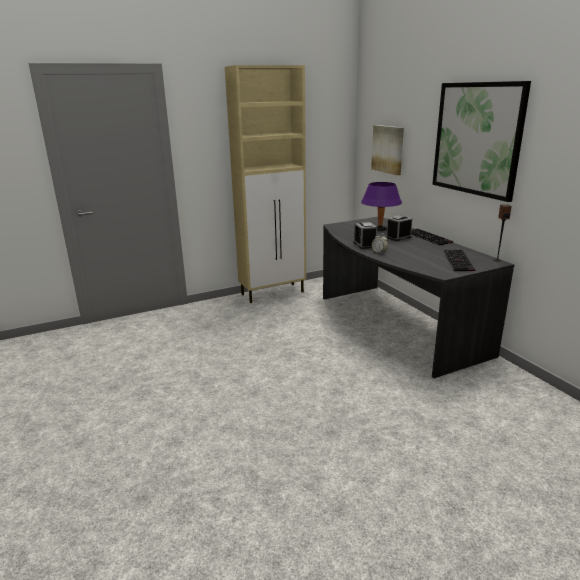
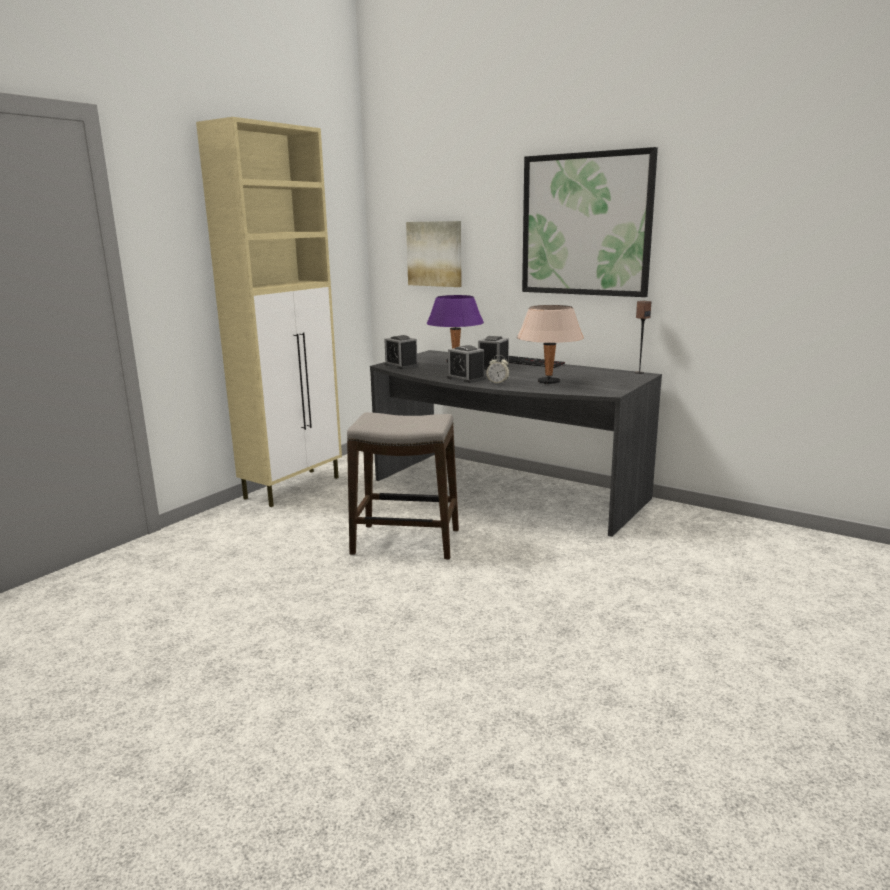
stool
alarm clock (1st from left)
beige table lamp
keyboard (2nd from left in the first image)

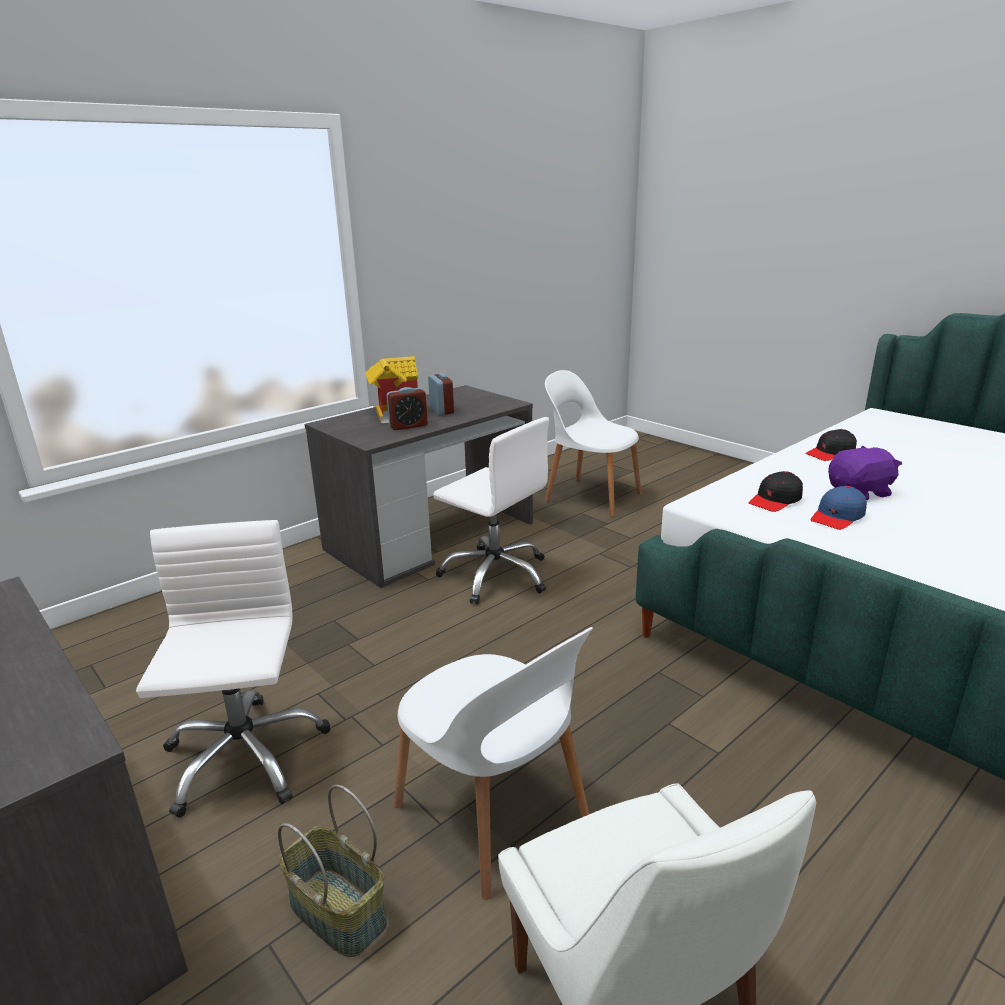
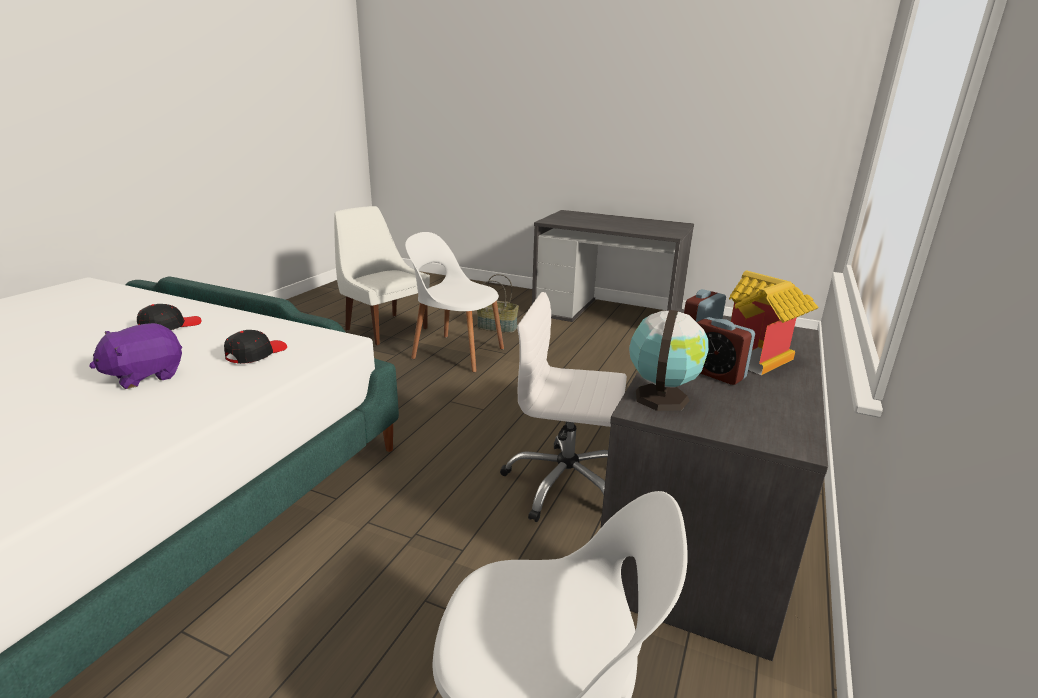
black cap (1st from left)
globe
white office chair (1st from left in the first image)
blue cap

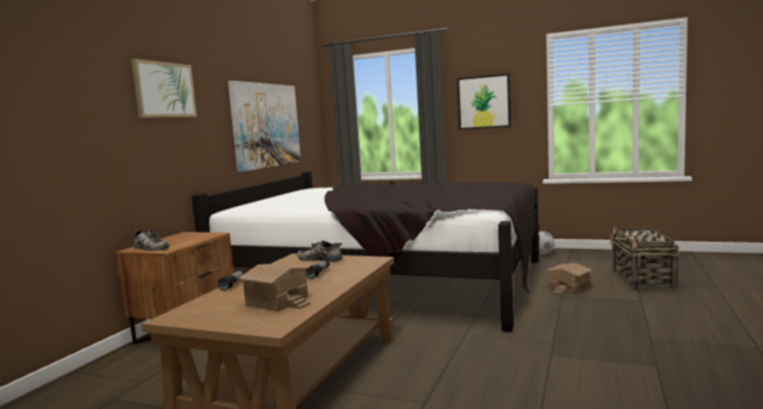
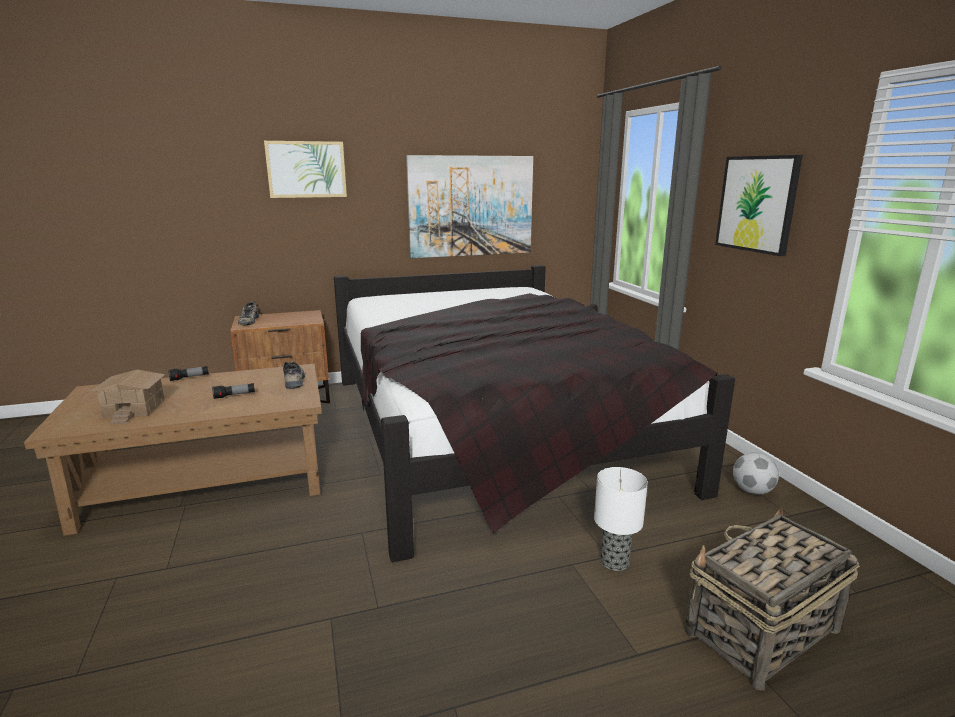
table lamp

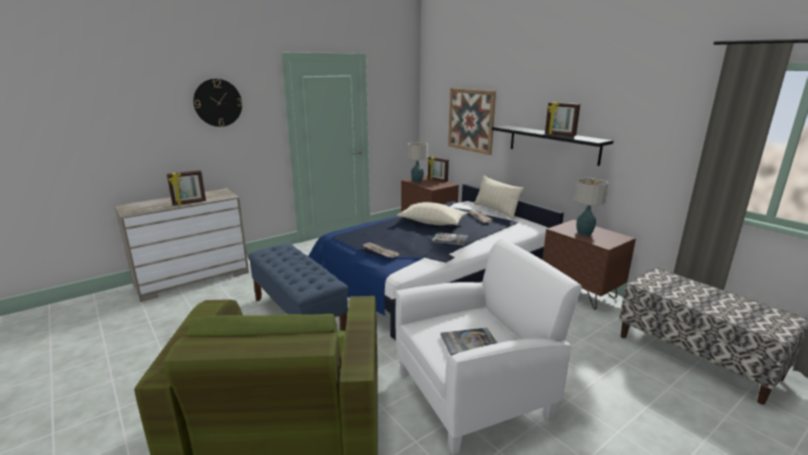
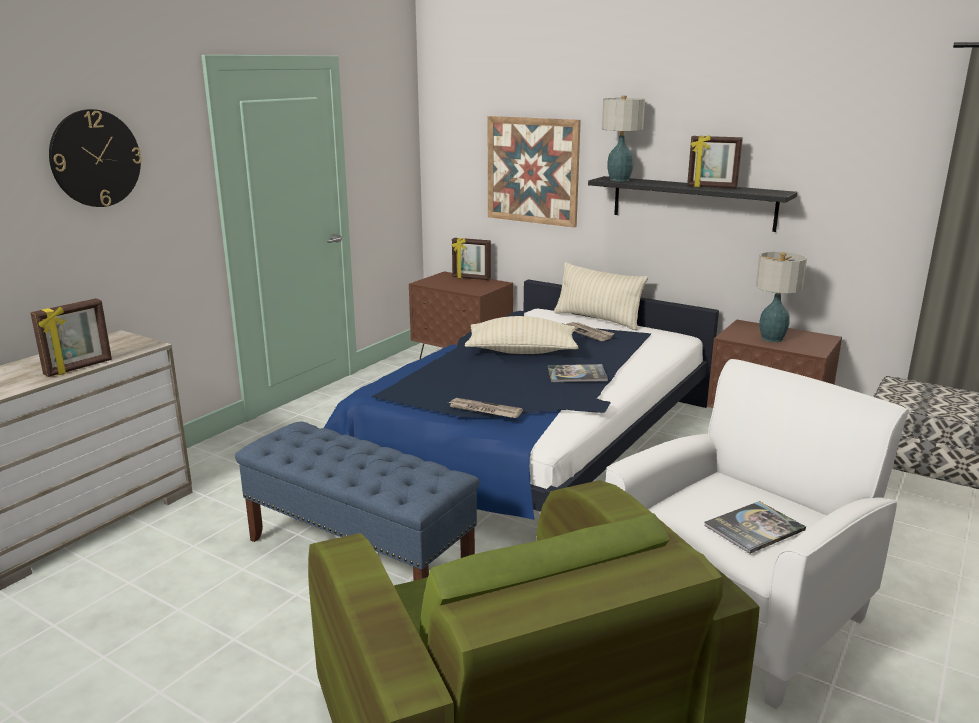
table lamp (1st from left)

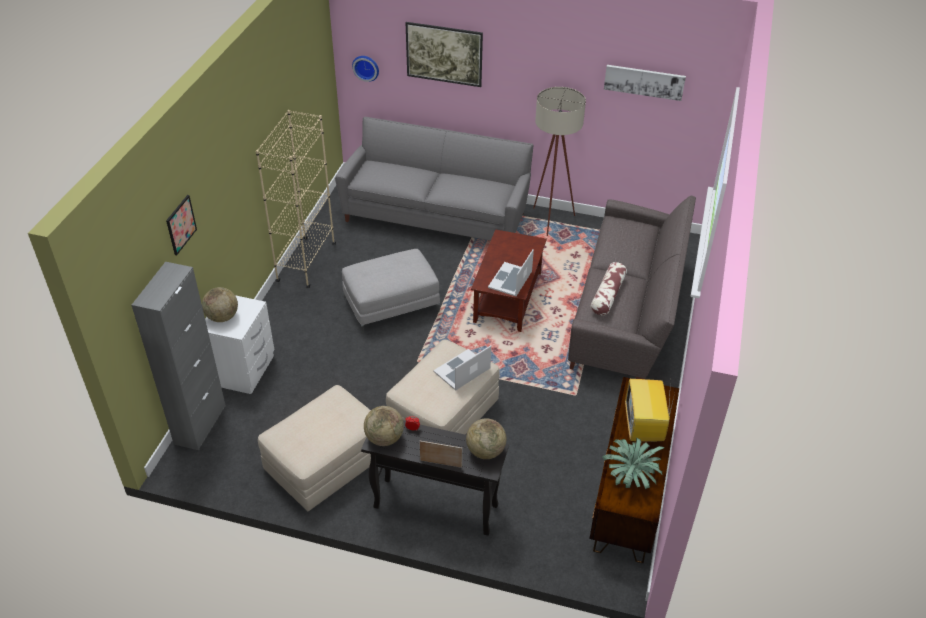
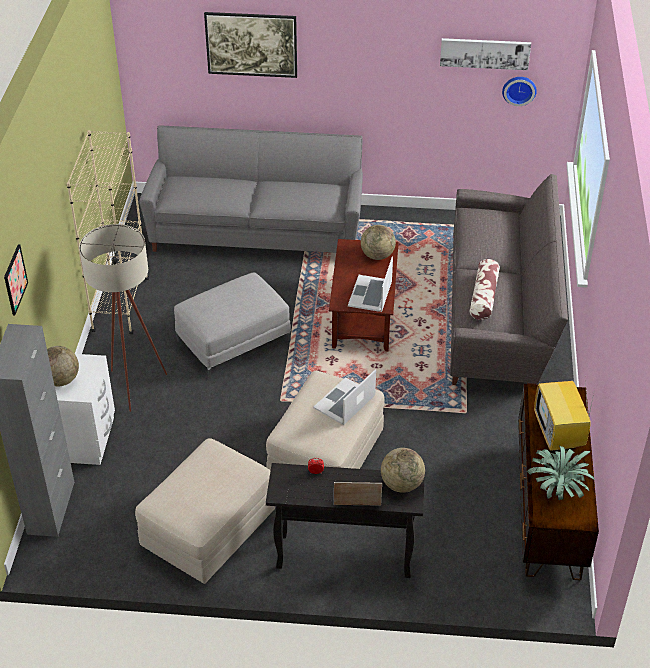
beige floor lamp
globe (2nd from left)
wall clock

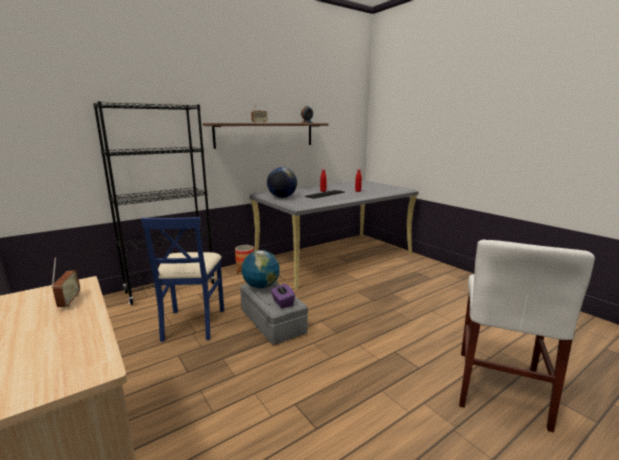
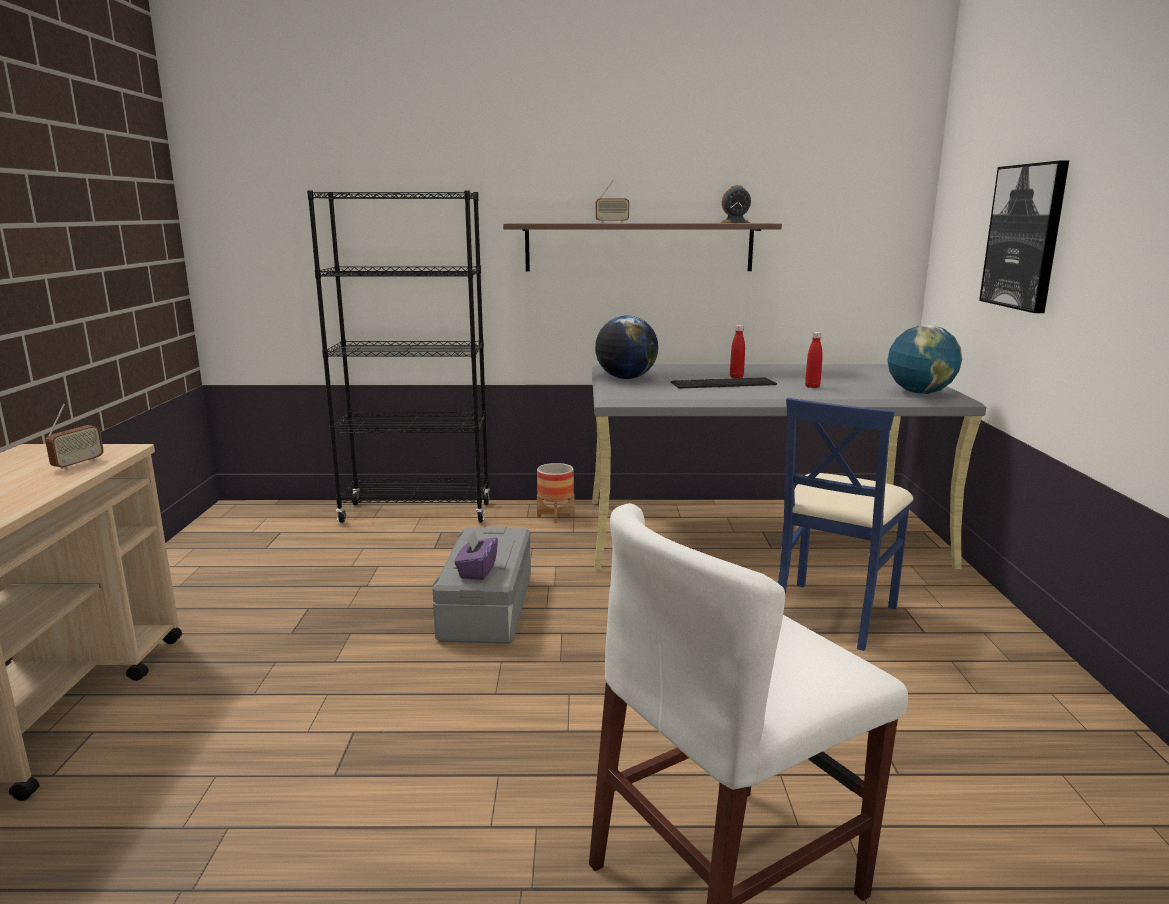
blue chair
globe (2nd from left)
picture

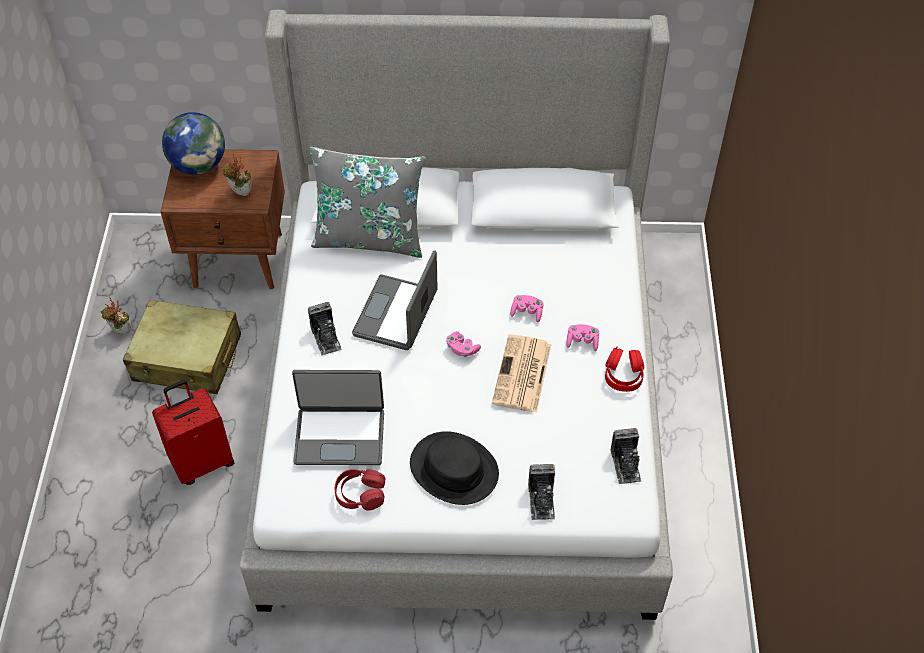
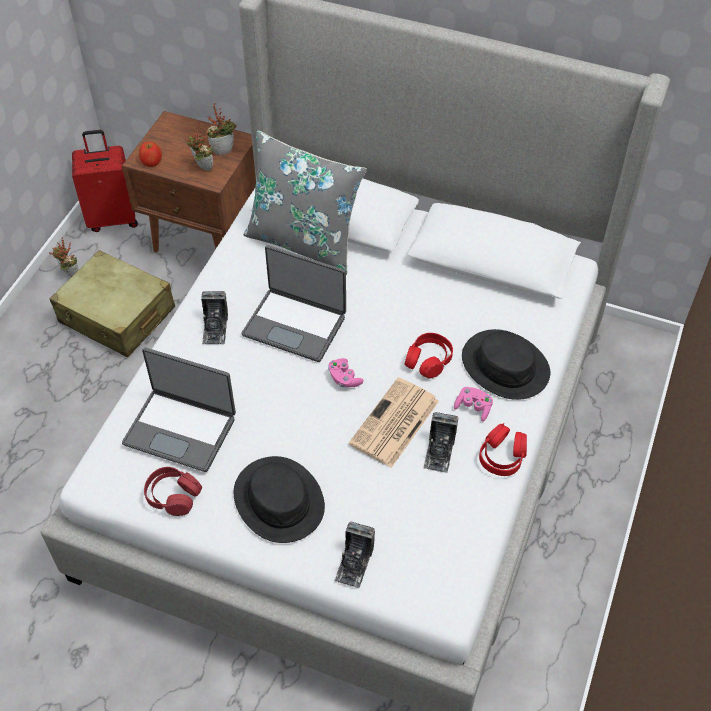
red suitcase
apple
potted plant (3rd from left)
laptop (2nd from left)
red headphones (2nd from left)
photo camera (3rd from left)
black hat (2nd from left)
globe

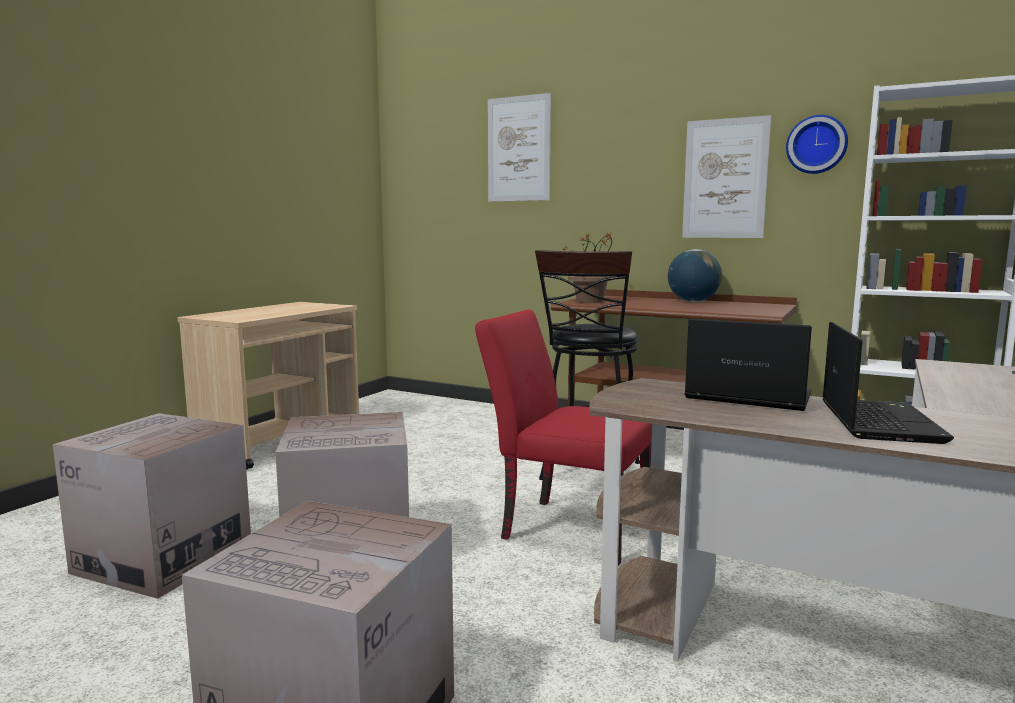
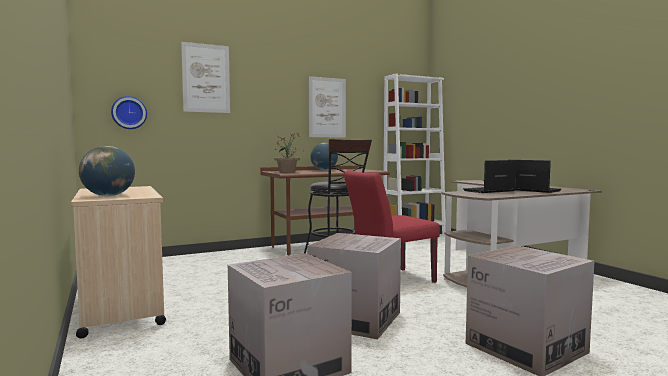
globe (1st from left)
wall clock

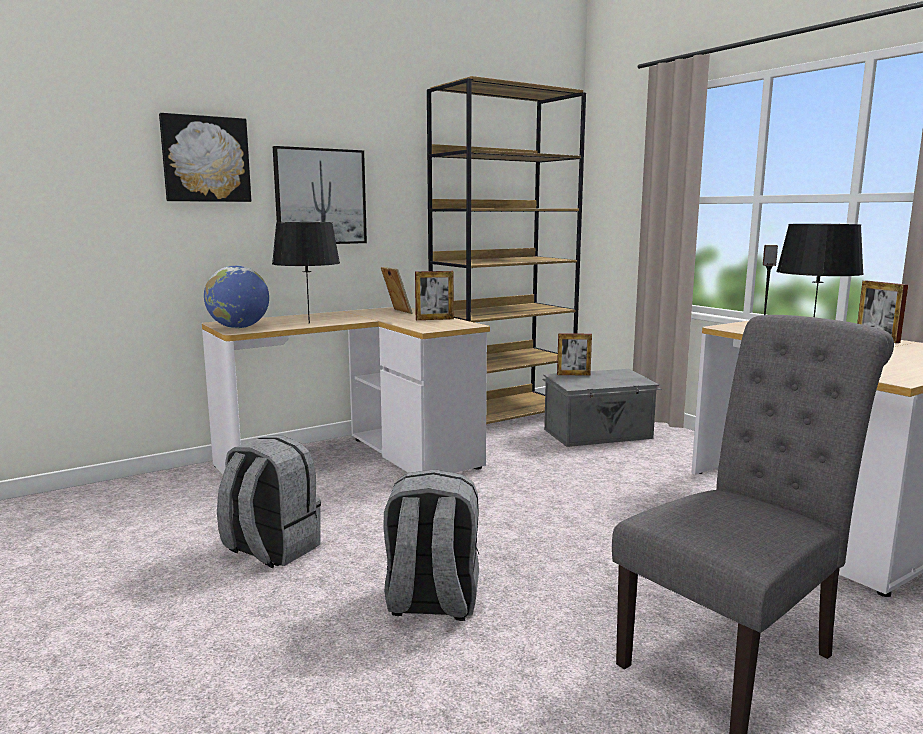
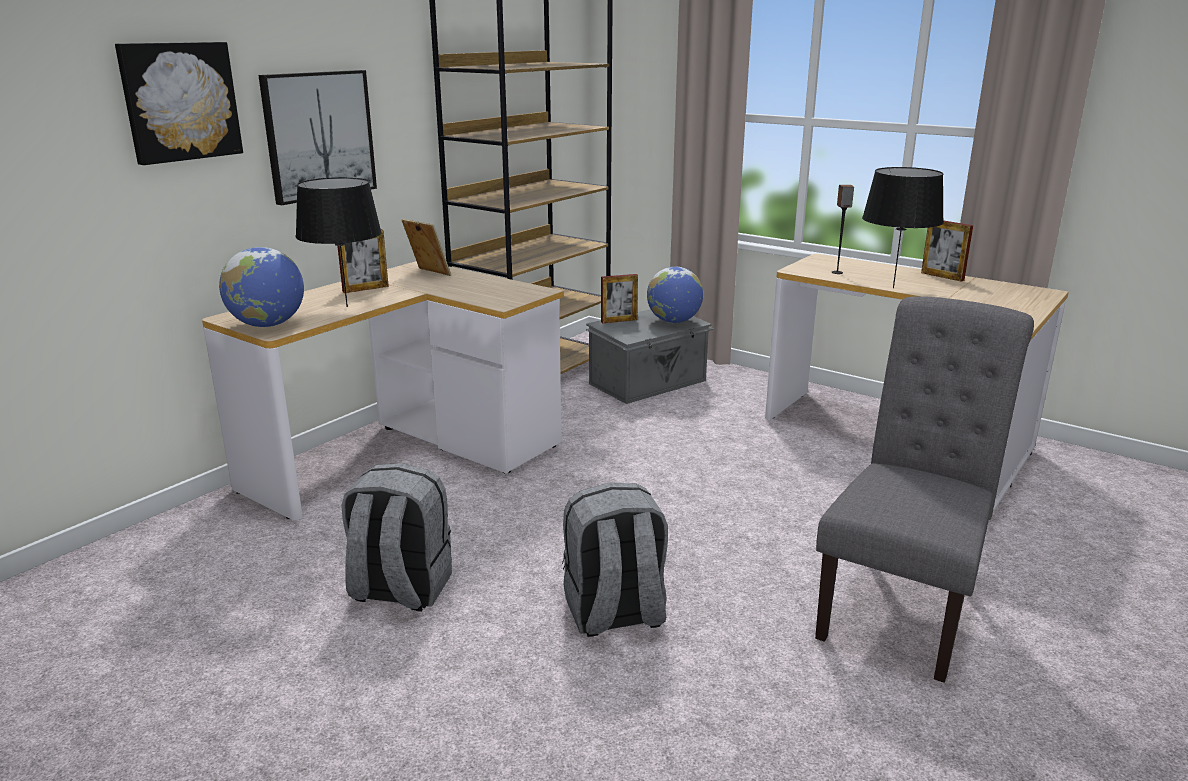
picture frame (1st from left)
globe (2nd from left)

